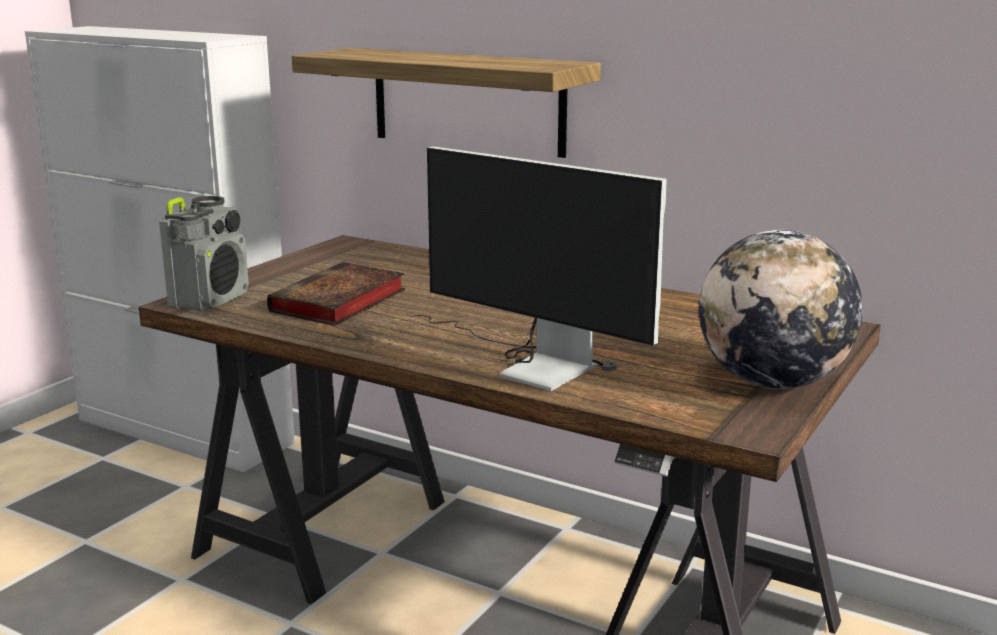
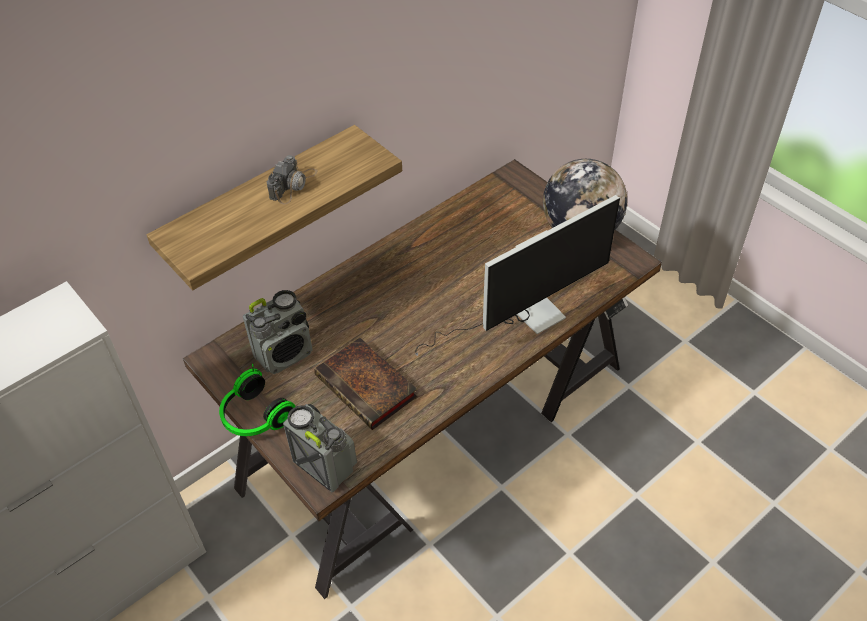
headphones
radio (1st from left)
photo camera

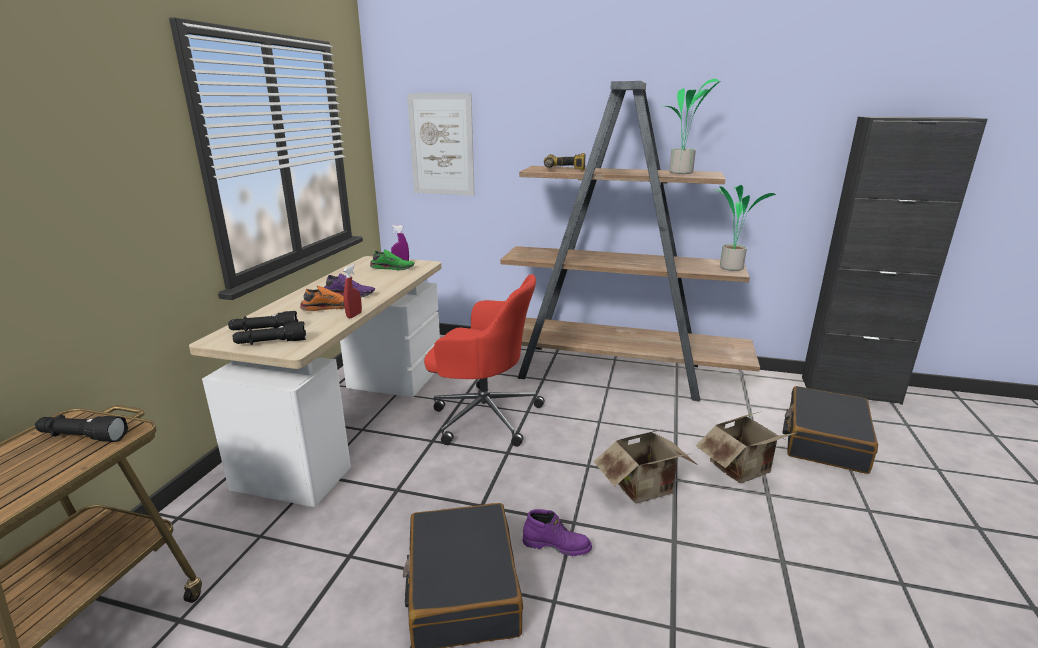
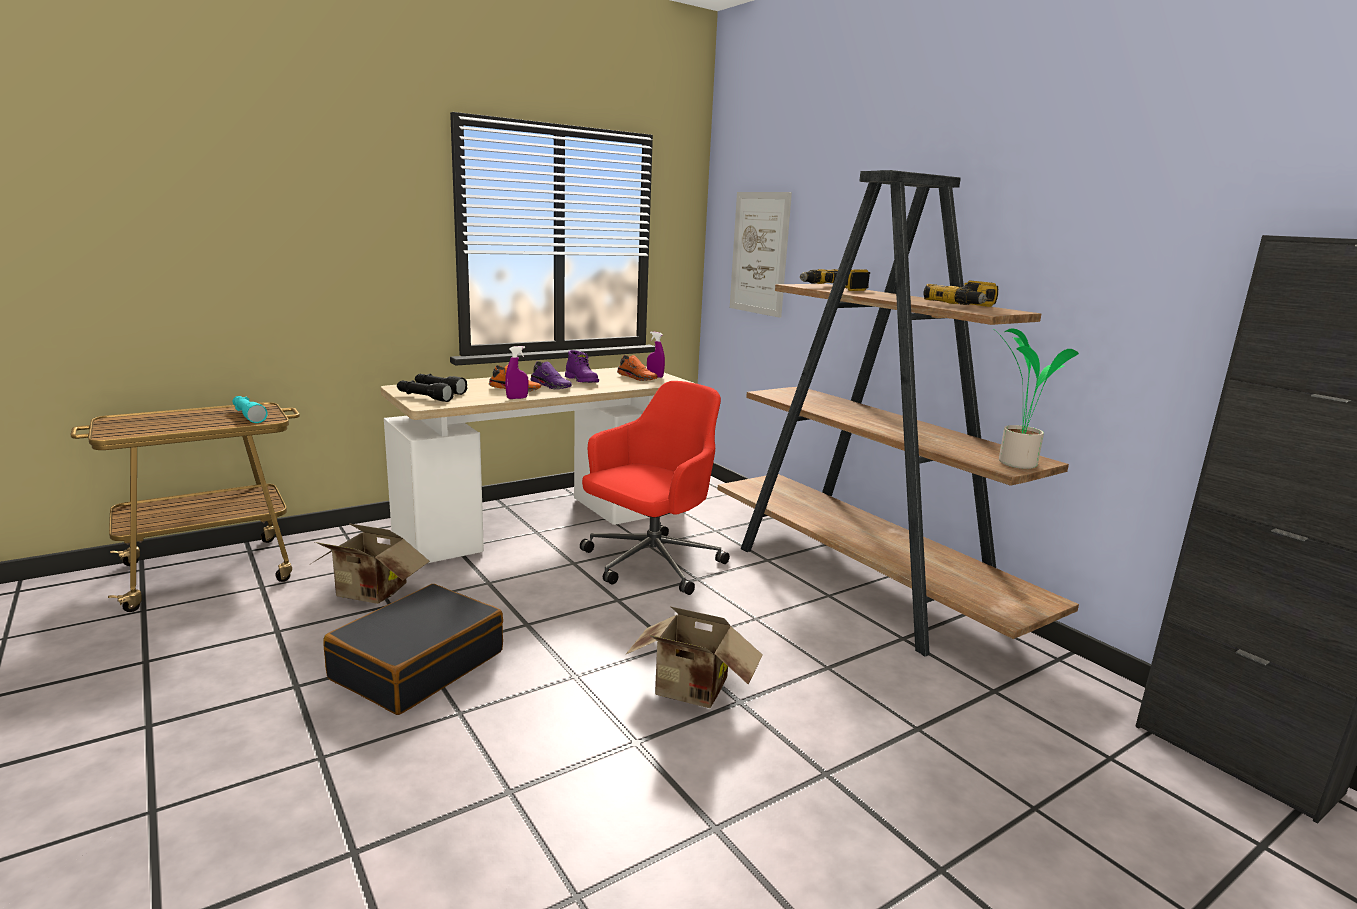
turquoise flashlight
cardboard box (1st from left)
purple spray bottle (1st from left)
purple boot
red office chair
orange shoe (2nd from left)
power drill (2nd from left)
black suitcase (2nd from left in the first image)

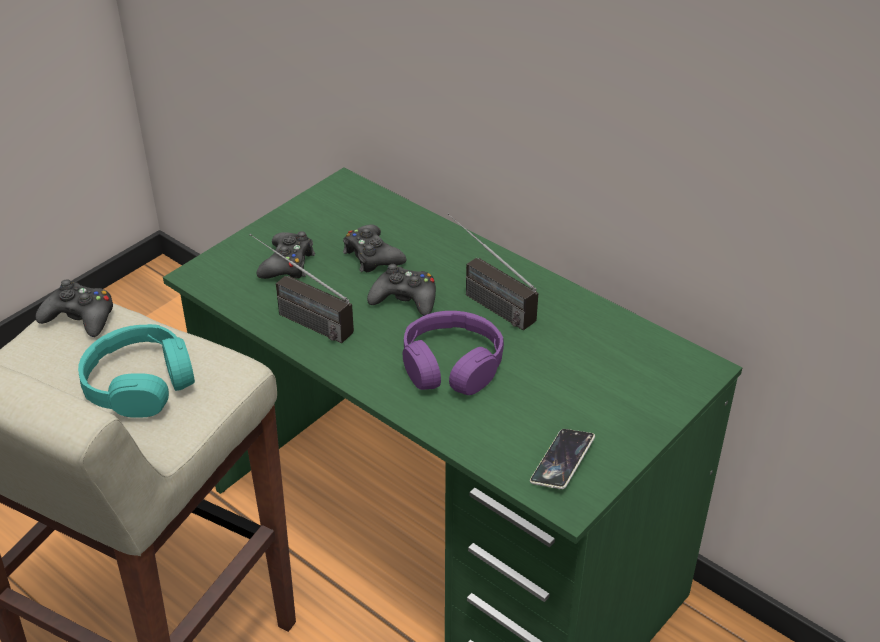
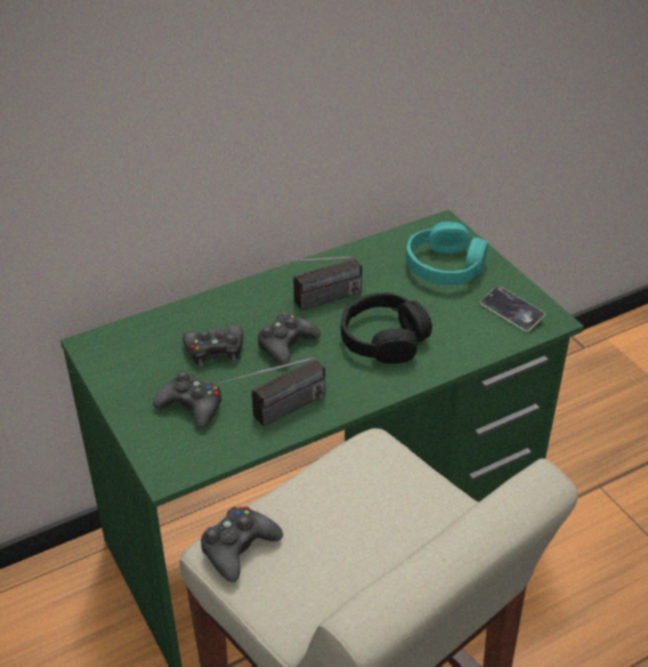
black headphones
turquoise headphones

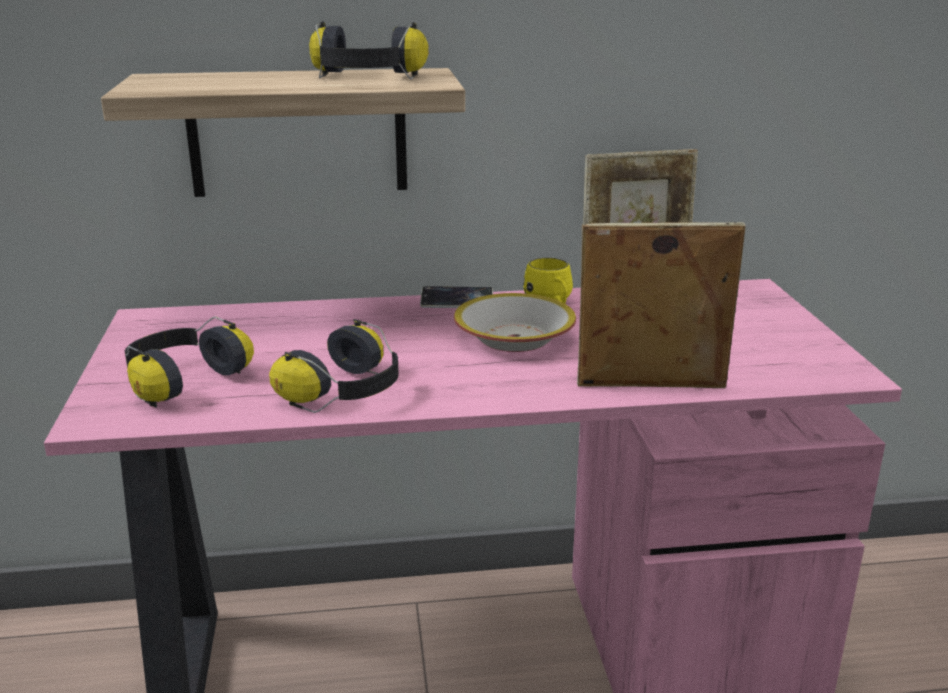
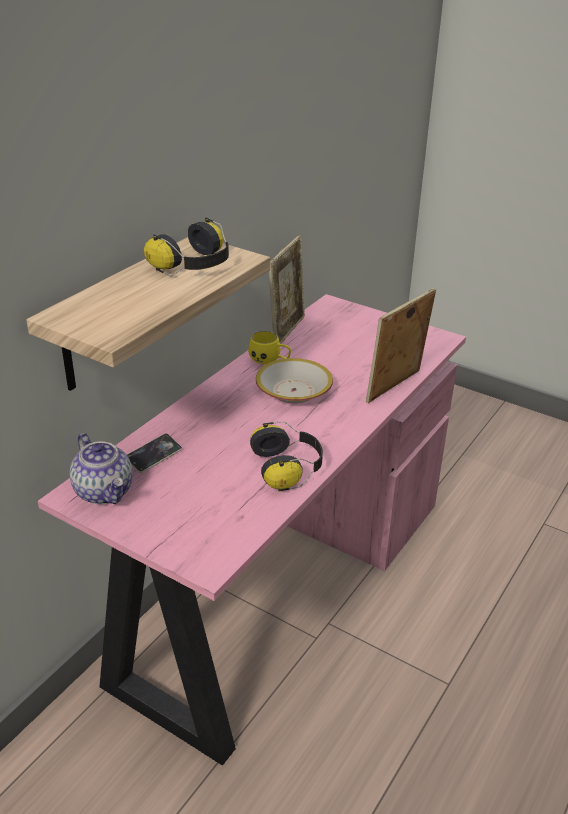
teapot
phone
headphones (1st from left in the first image)

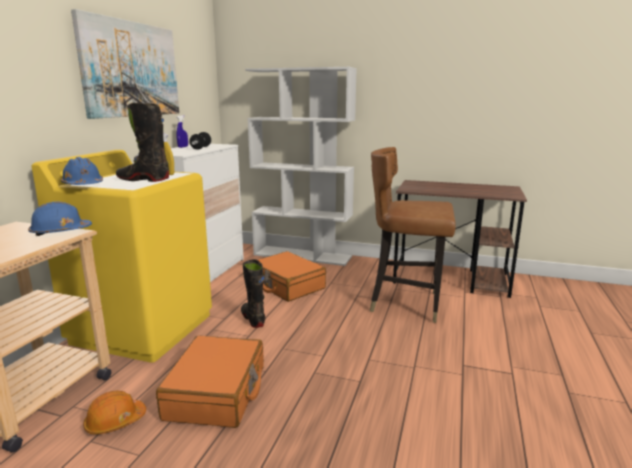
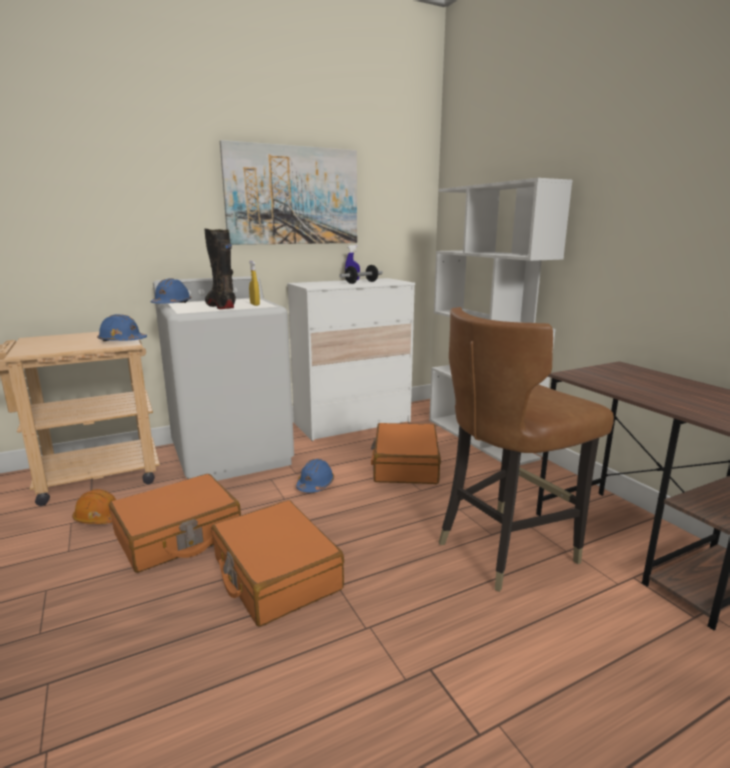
white washing machine
orange suitcase (2nd from left)
blue hard hat (3rd from left)
brown chair

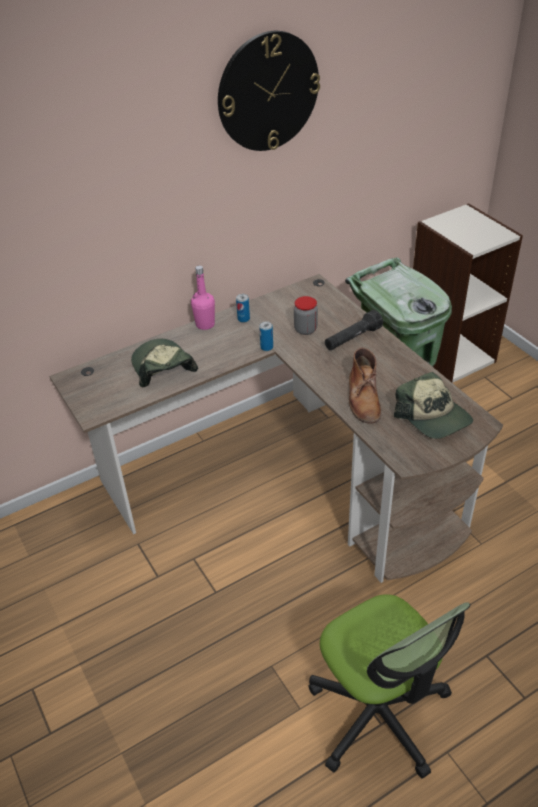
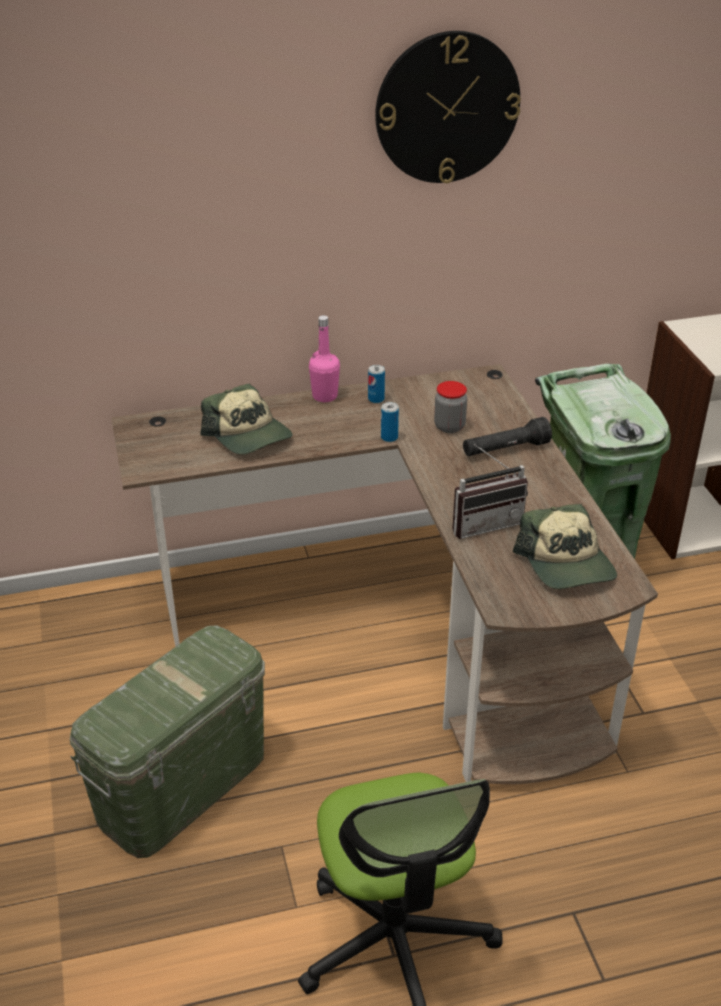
green storage box
cap (1st from left)
radio

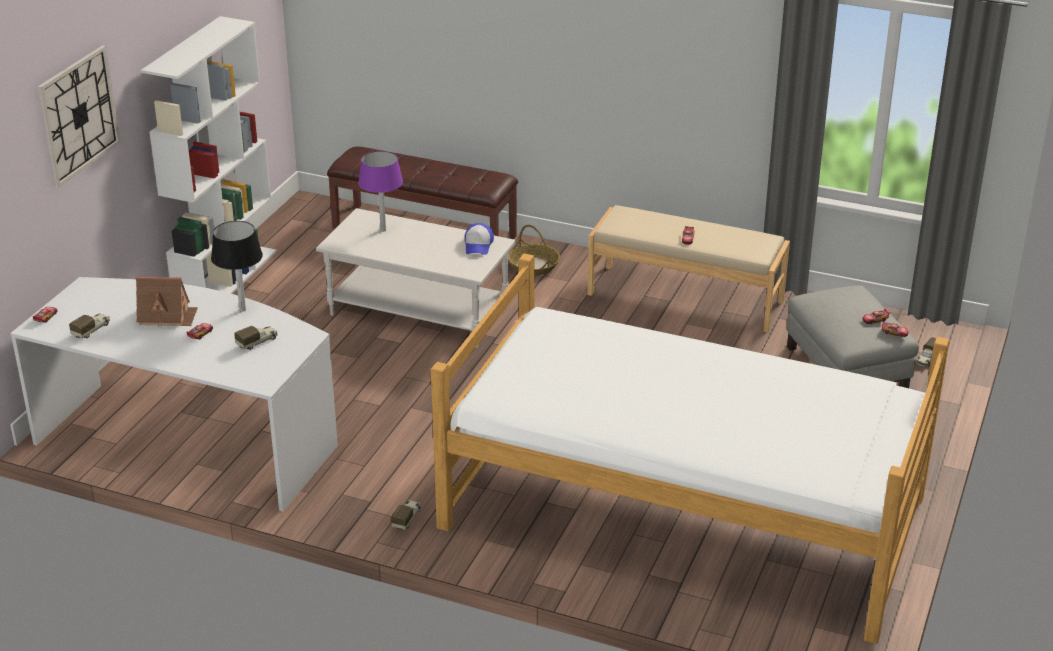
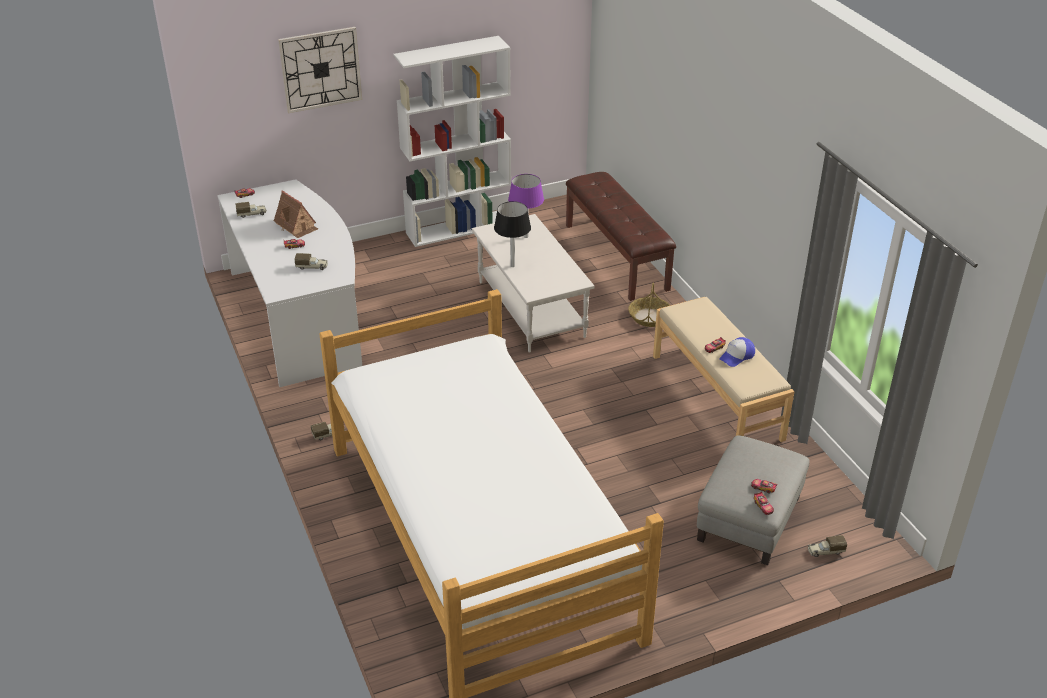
black table lamp
cap

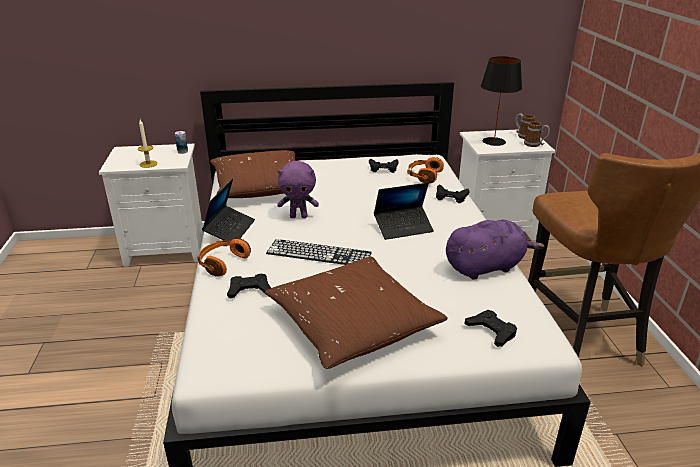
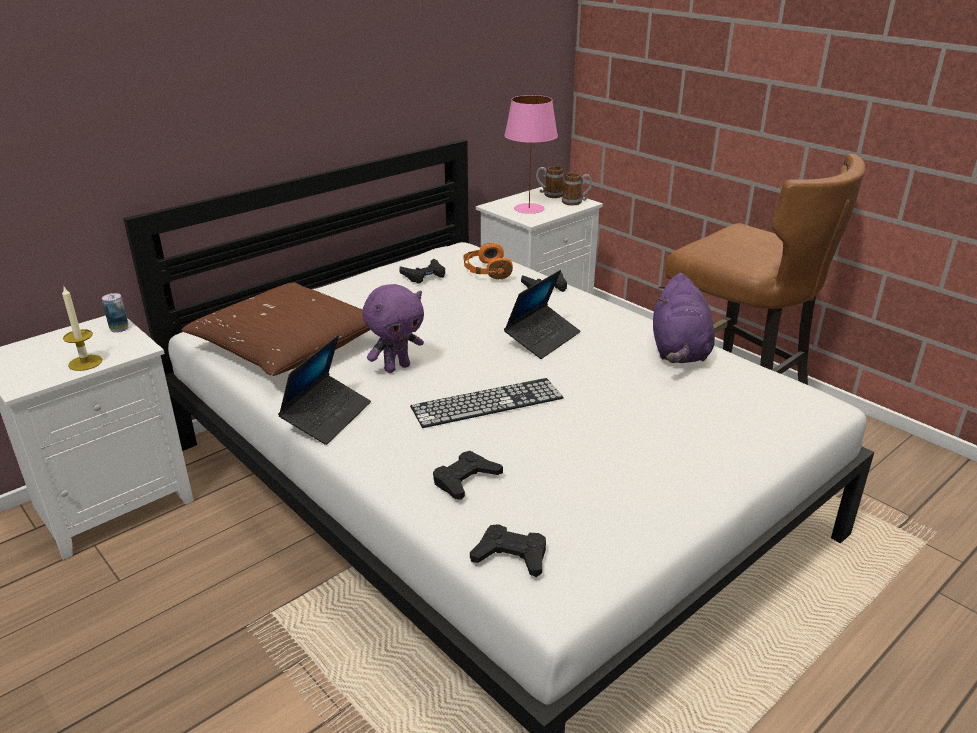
laptop (1st from left)
black game controller (3rd from left)
pink table lamp
purple plush toy (2nd from left)
orange headphones (1st from left in the first image)
brown pillow (2nd from left in the first image)

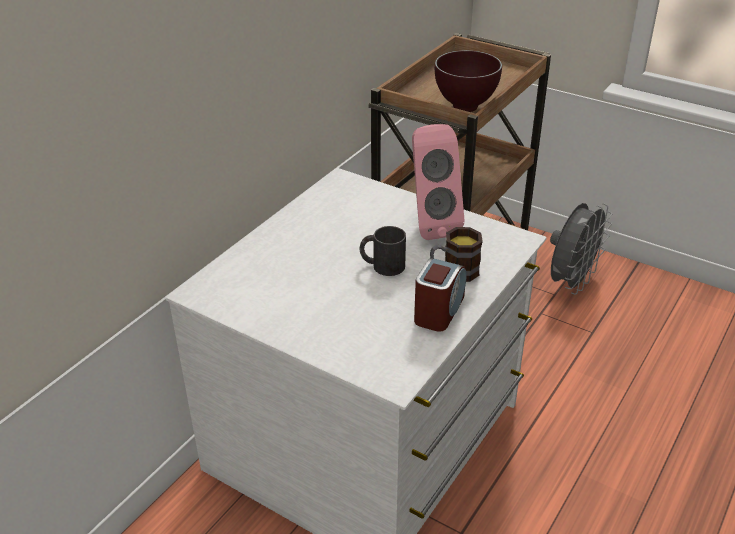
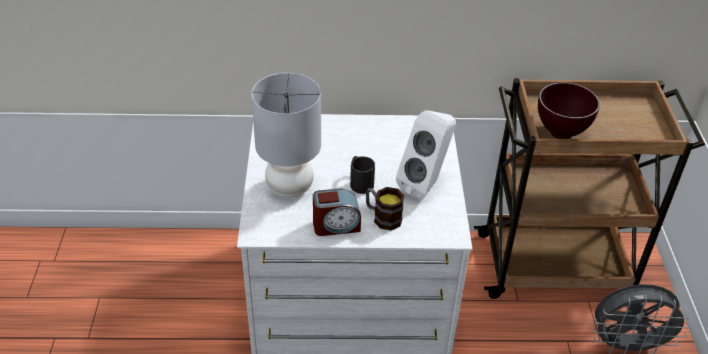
grey table lamp
white speaker

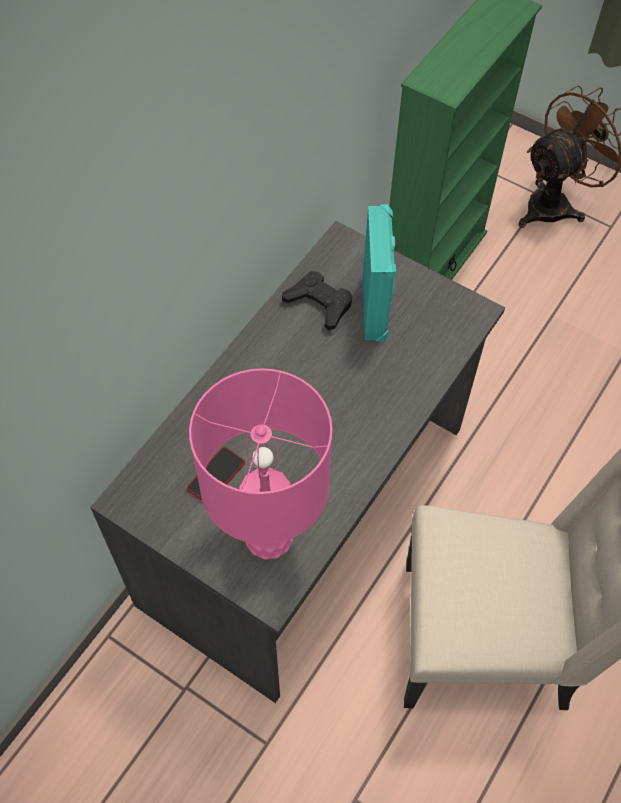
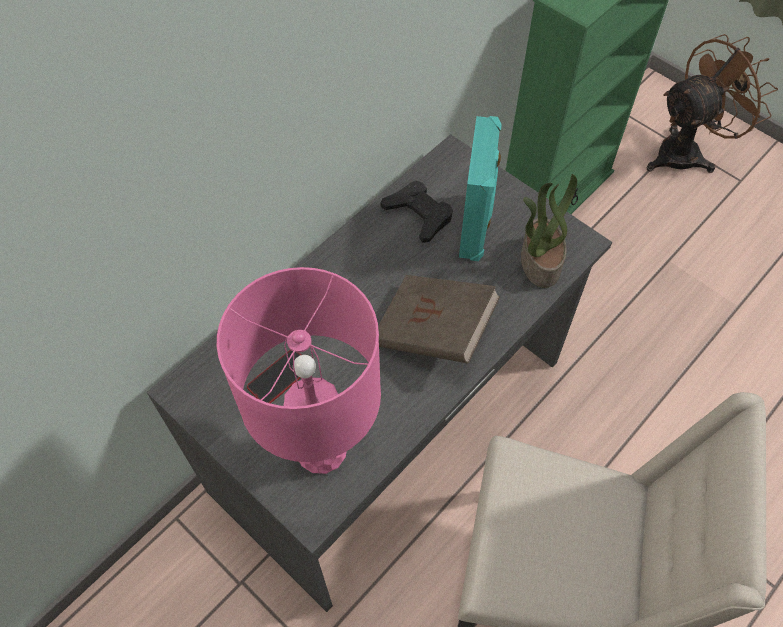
brown book
potted plant

